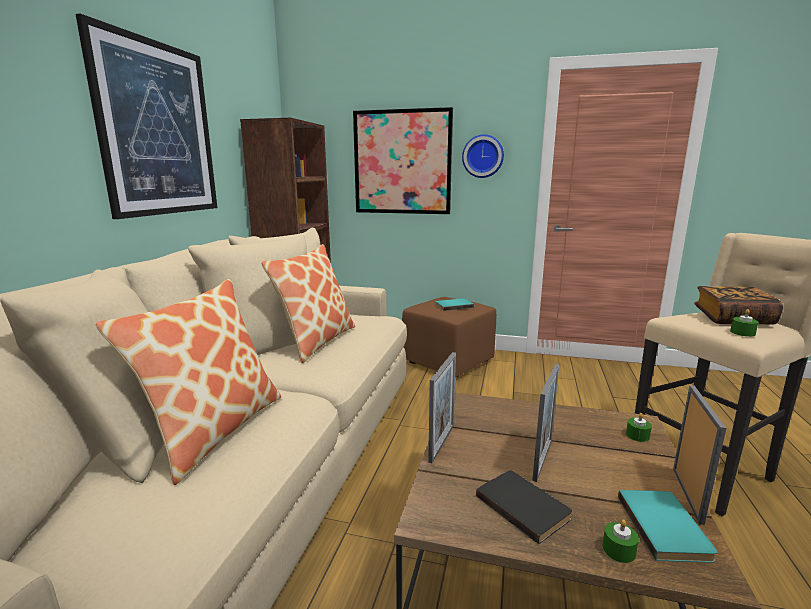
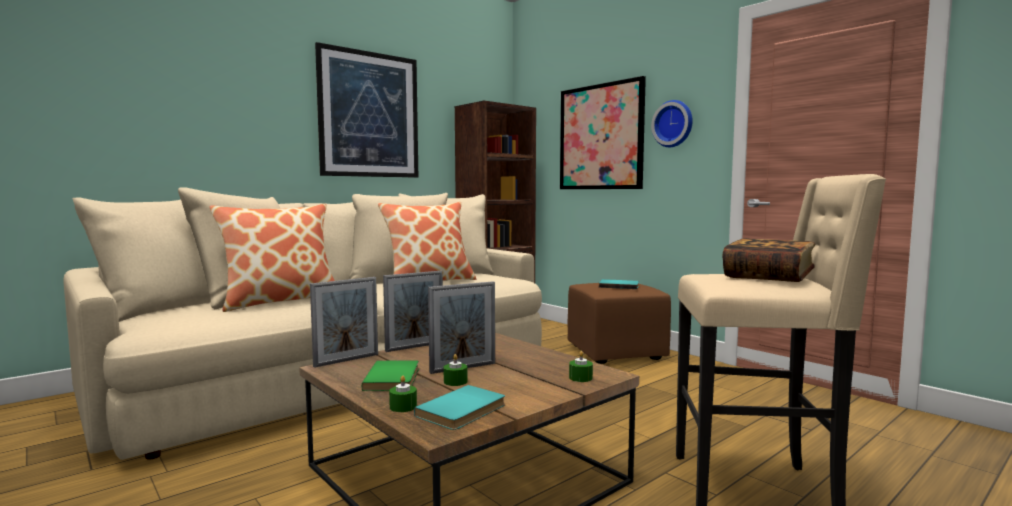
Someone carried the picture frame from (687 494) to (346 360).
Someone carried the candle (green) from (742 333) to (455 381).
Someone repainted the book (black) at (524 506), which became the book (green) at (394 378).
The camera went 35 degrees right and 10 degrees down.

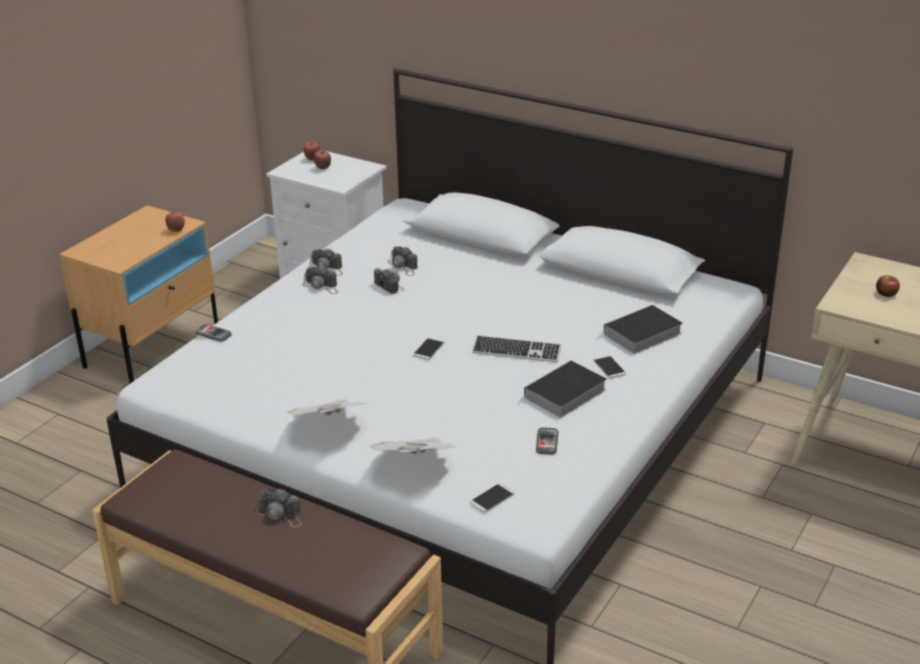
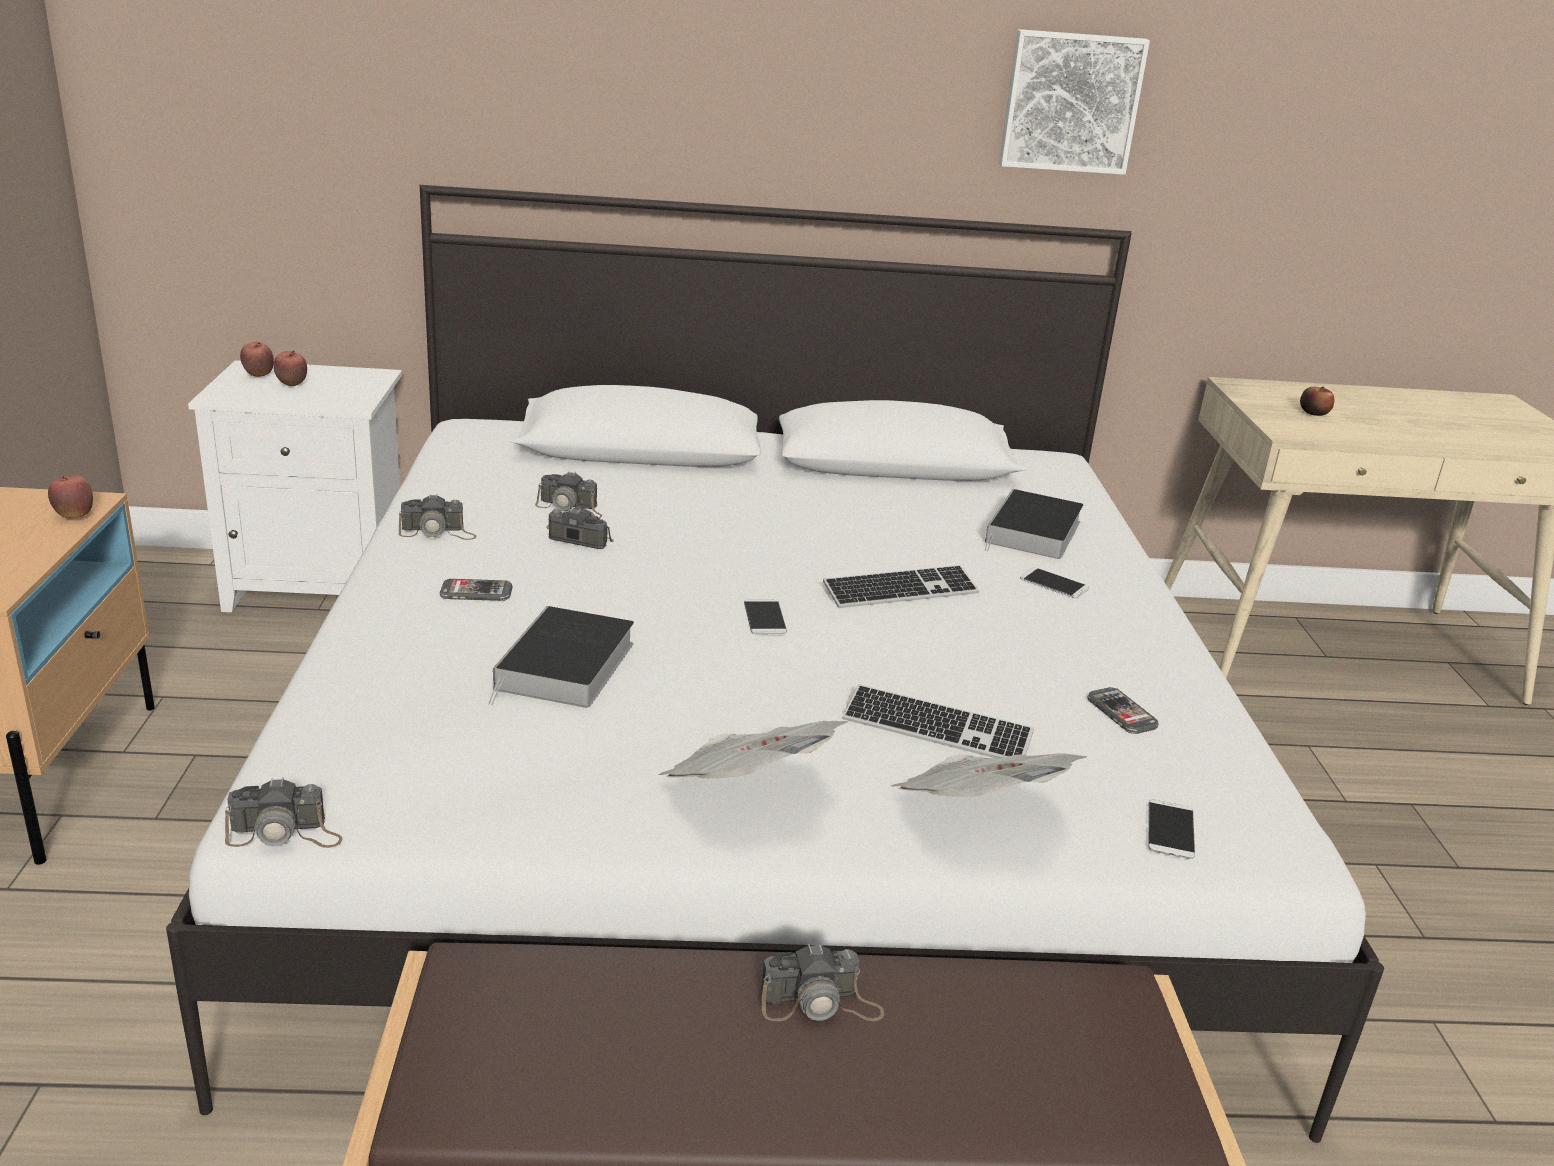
Someone put down the keyboard at (936 729).
Someone put up the picture at (1070 102).
Someone carried the phone from (213 334) to (476 592).
Someone carried the photo camera from (322 286) to (285 833).
Someone carried the book from (564 394) to (565 668).
The camera went 35 degrees left and 5 degrees down.

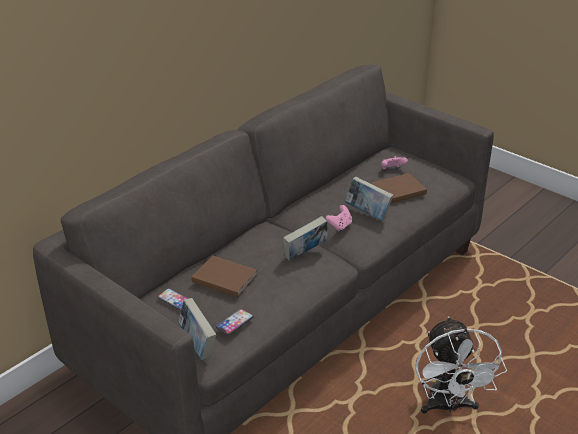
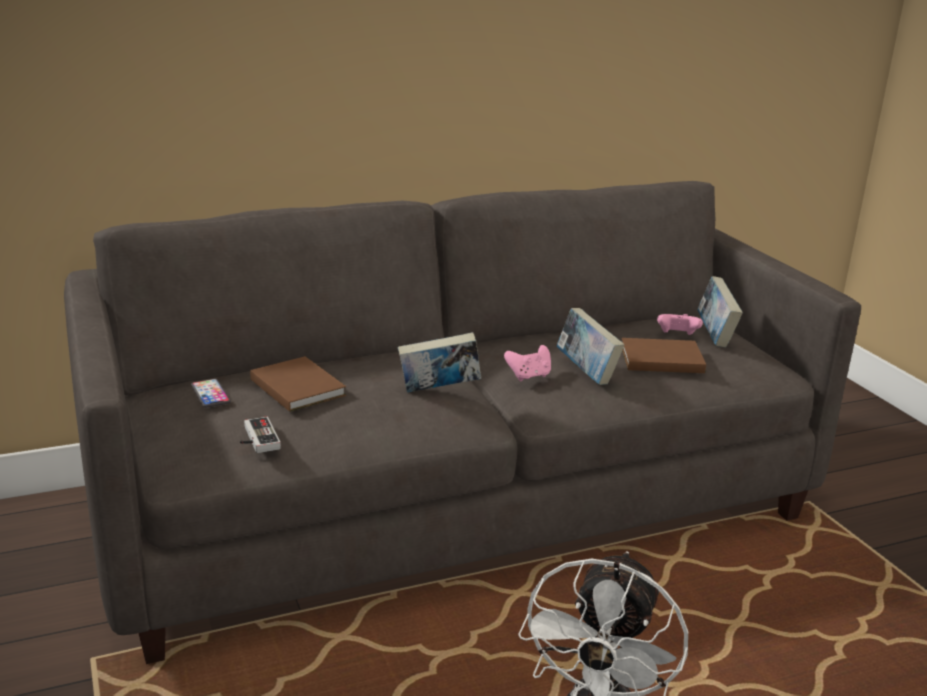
Someone carried the book from (198 345) to (715 336).
Someone swapped the phone at (235 322) for the game controller at (256 439).
The camera went 25 degrees right and 10 degrees down.

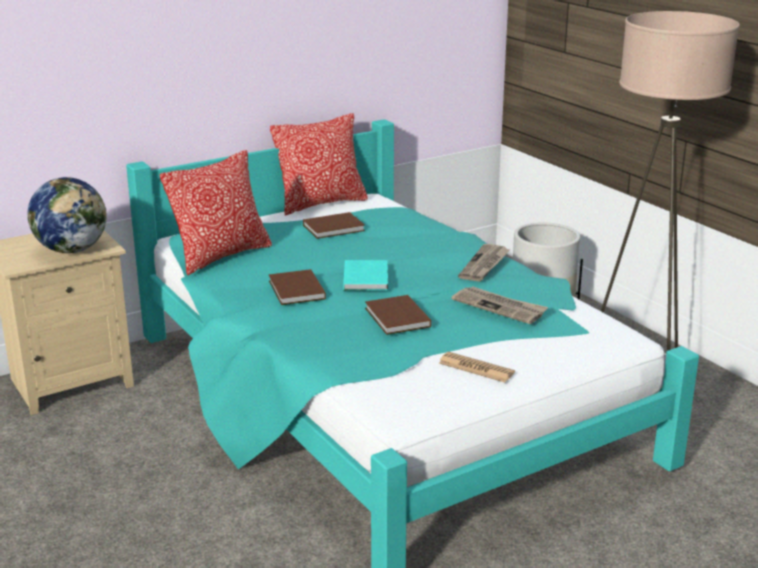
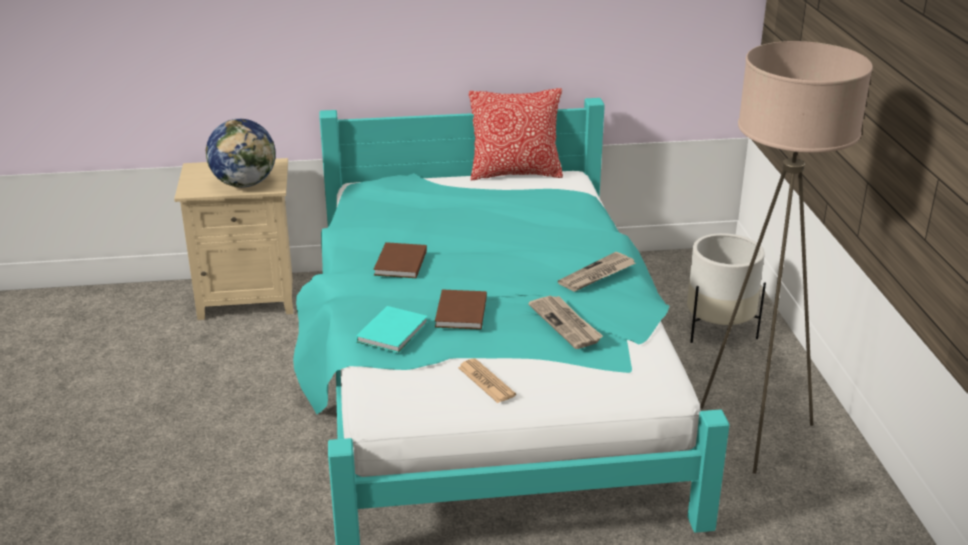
Someone took away the pillow at (221 256).
Someone took away the book (brown) at (335 228).
Someone carried the book (turquoise) from (366 277) to (394 331).
The camera went 25 degrees right and 5 degrees up.

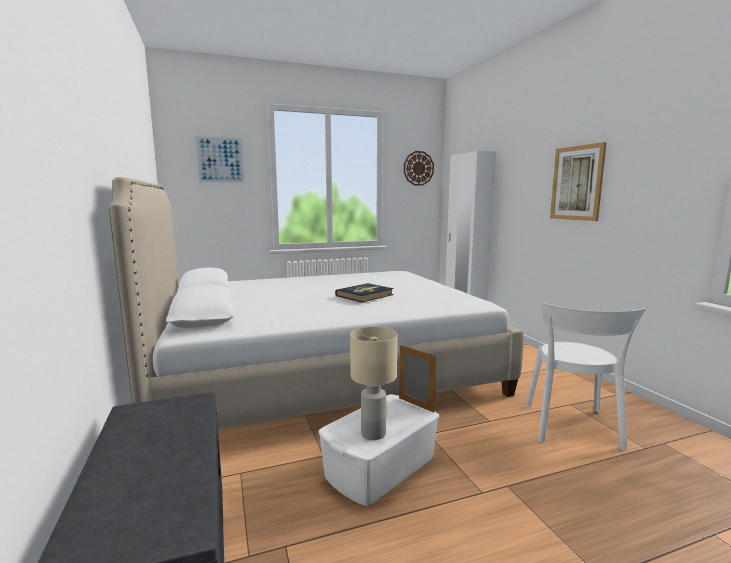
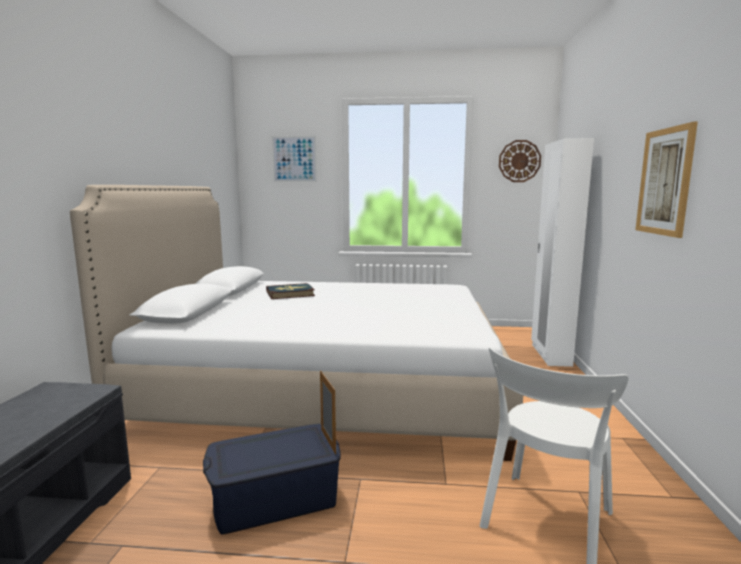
Someone took away the table lamp (beige) at (372 433).
Someone carried the book from (365 295) to (290 293).
Someone repainted the storage box (white) at (379 467), which became the storage box (blue) at (274 499).
The camera went 25 degrees right and 0 degrees up.

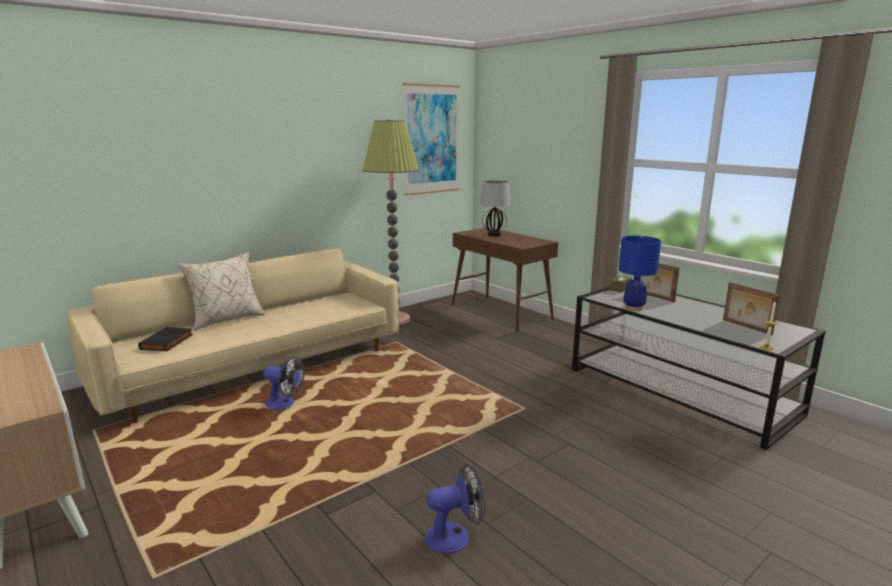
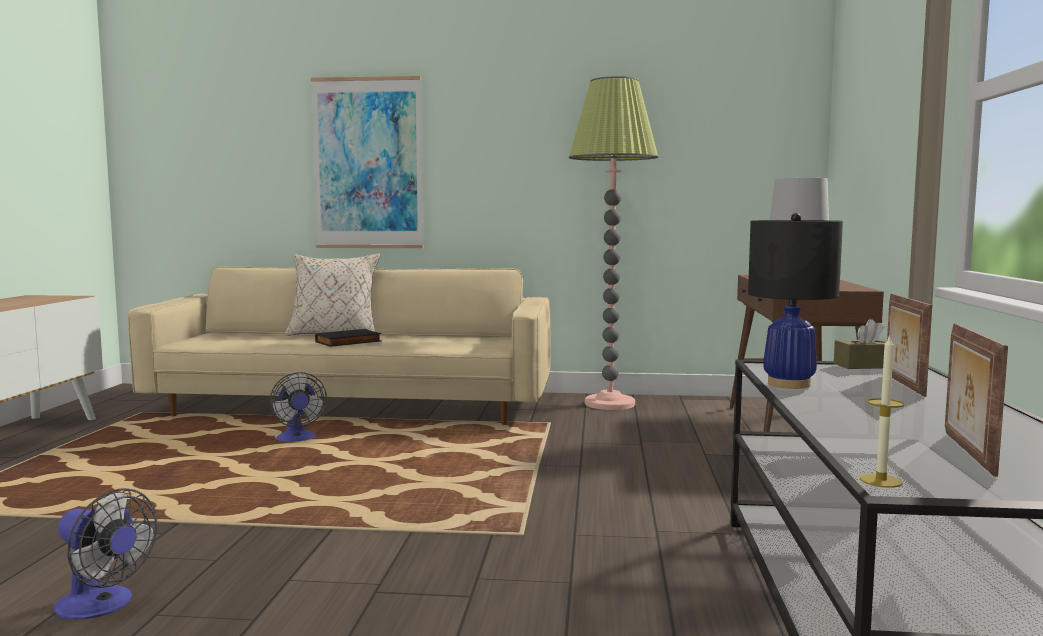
Someone carried the book (black) from (168 342) to (348 342).
Someone carried the picture from (431 139) to (368 163).
Someone repainted the table lamp (blue) at (634 308), which became the table lamp (black) at (788 384).
The camera went 45 degrees right and 10 degrees down.

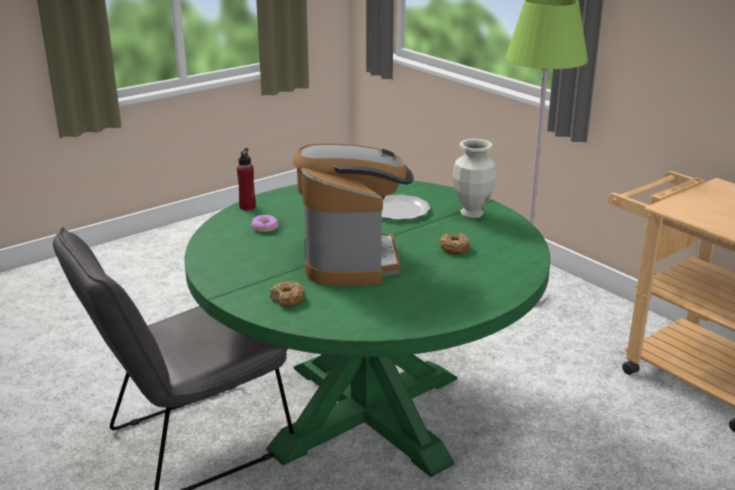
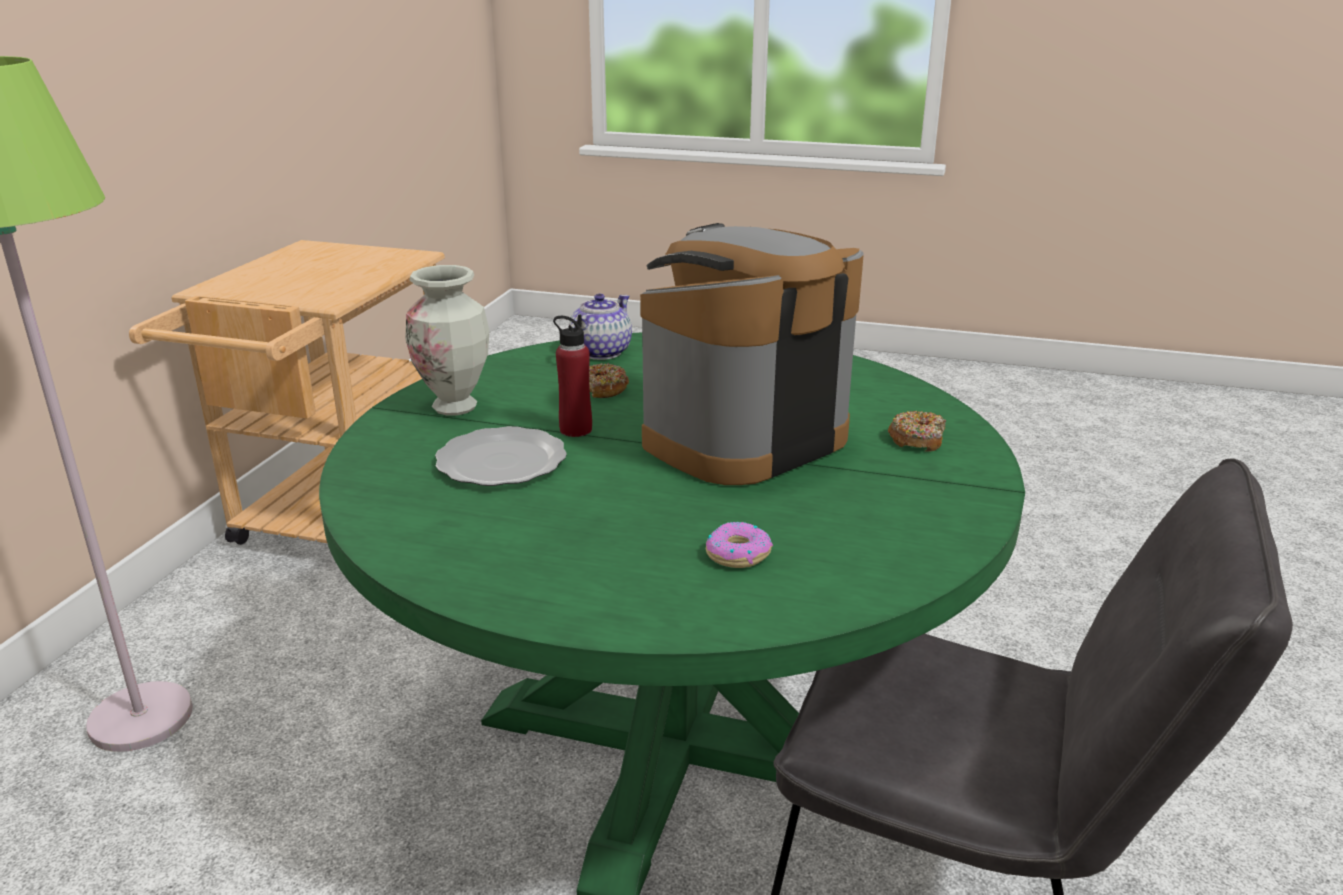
Someone put down the teapot at (599 352).
Someone carried the bottle (red) from (247 207) to (575 430).
The camera went 125 degrees left and 0 degrees up.

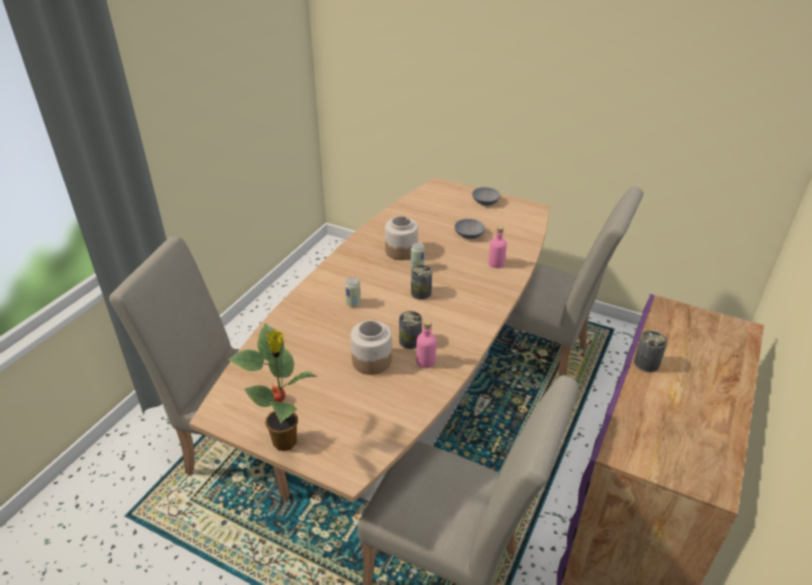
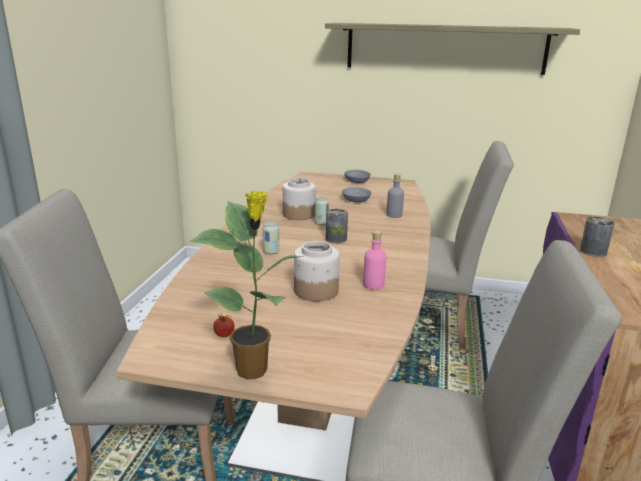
Someone took away the can at (410 341).
Someone put up the shelf at (445 48).
Someone repainted the bottle (pink) at (496 263), which became the bottle (grey) at (394 215).
The camera went 15 degrees left and 15 degrees down.

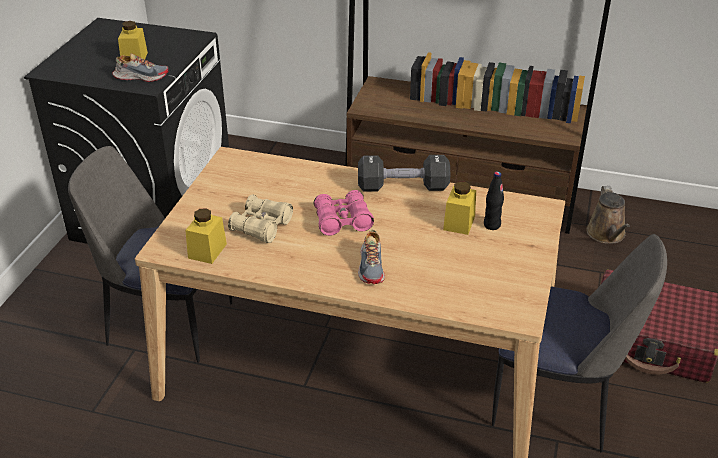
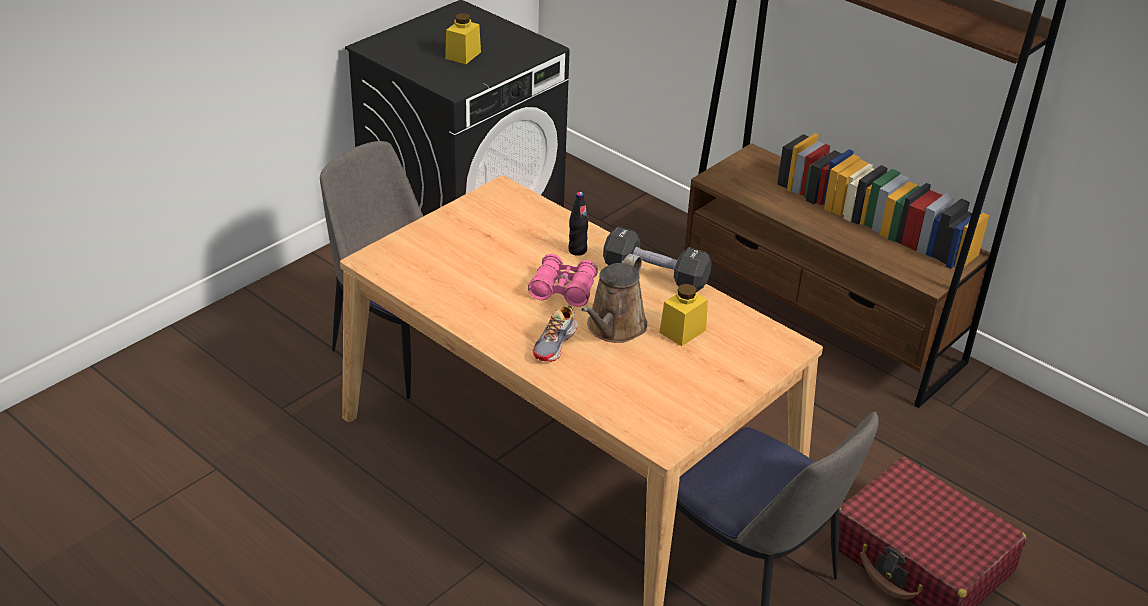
Someone took away the shoe at (141 76).
Someone took away the jar (yellow) at (207 251).
Someone took away the binoculars (beige) at (262 226).
Someone carried the bottle (black) from (492 225) to (577 250).
Someone carried the watering can (brown) from (607 235) to (614 328).
The camera went 25 degrees right and 0 degrees up.

